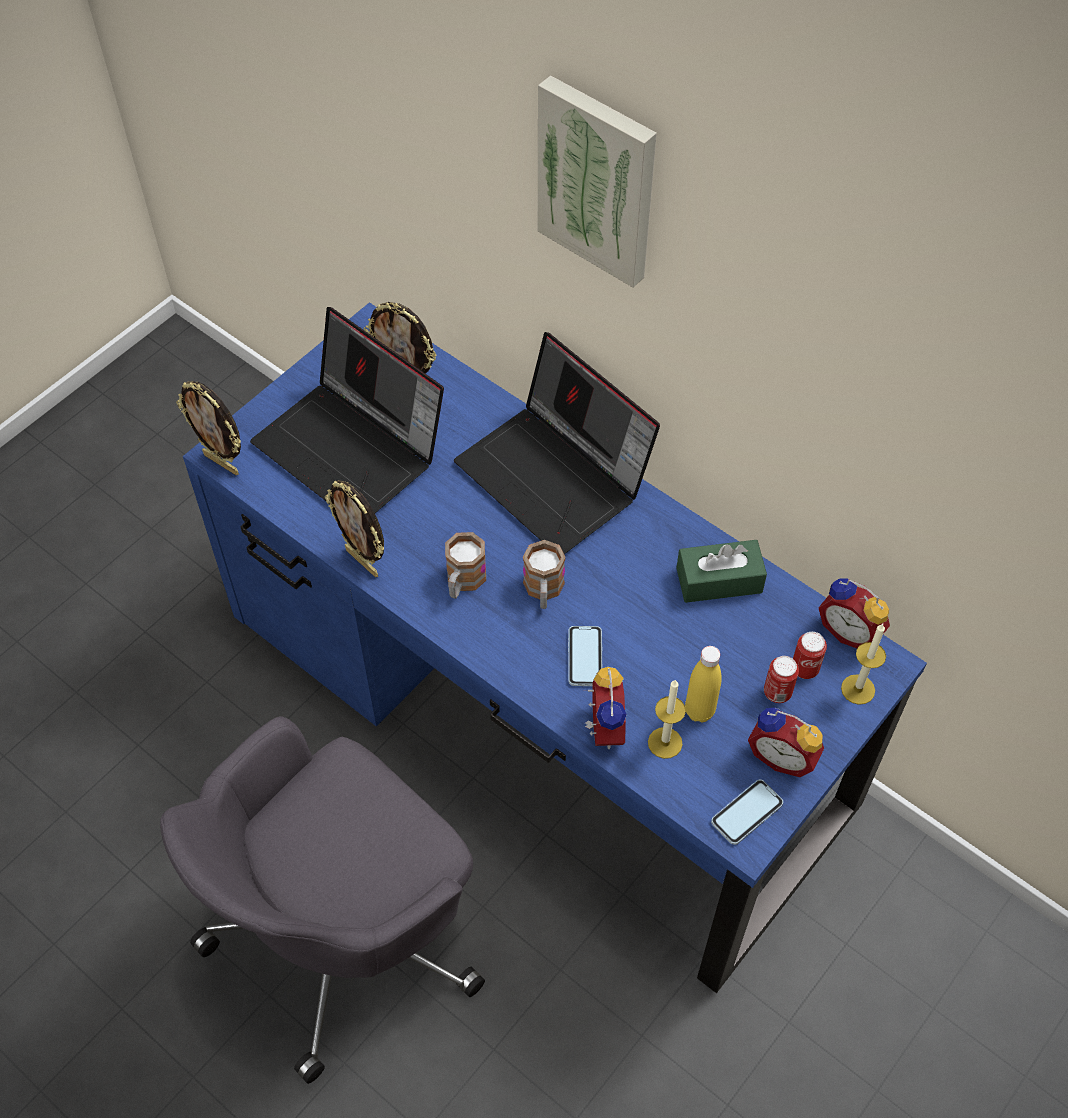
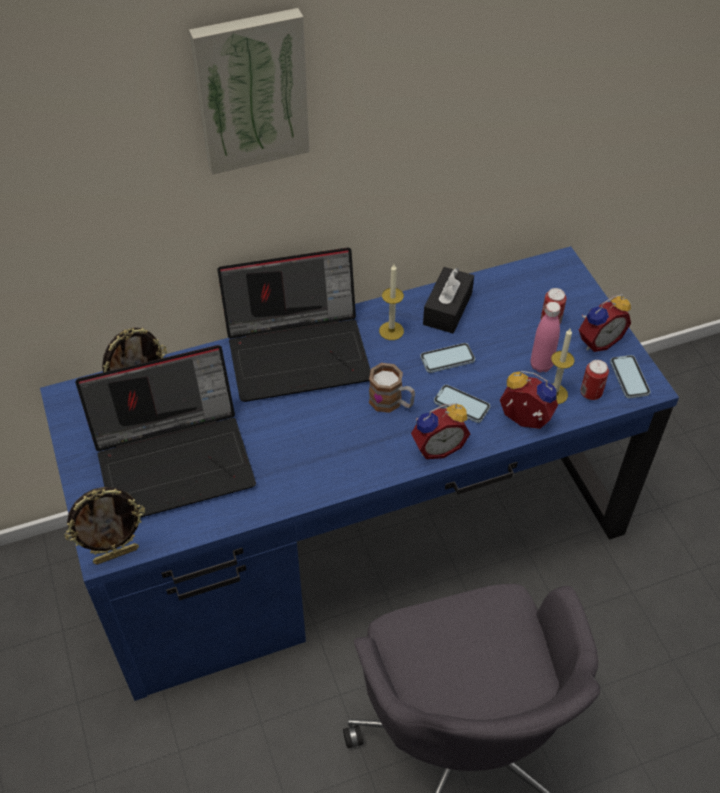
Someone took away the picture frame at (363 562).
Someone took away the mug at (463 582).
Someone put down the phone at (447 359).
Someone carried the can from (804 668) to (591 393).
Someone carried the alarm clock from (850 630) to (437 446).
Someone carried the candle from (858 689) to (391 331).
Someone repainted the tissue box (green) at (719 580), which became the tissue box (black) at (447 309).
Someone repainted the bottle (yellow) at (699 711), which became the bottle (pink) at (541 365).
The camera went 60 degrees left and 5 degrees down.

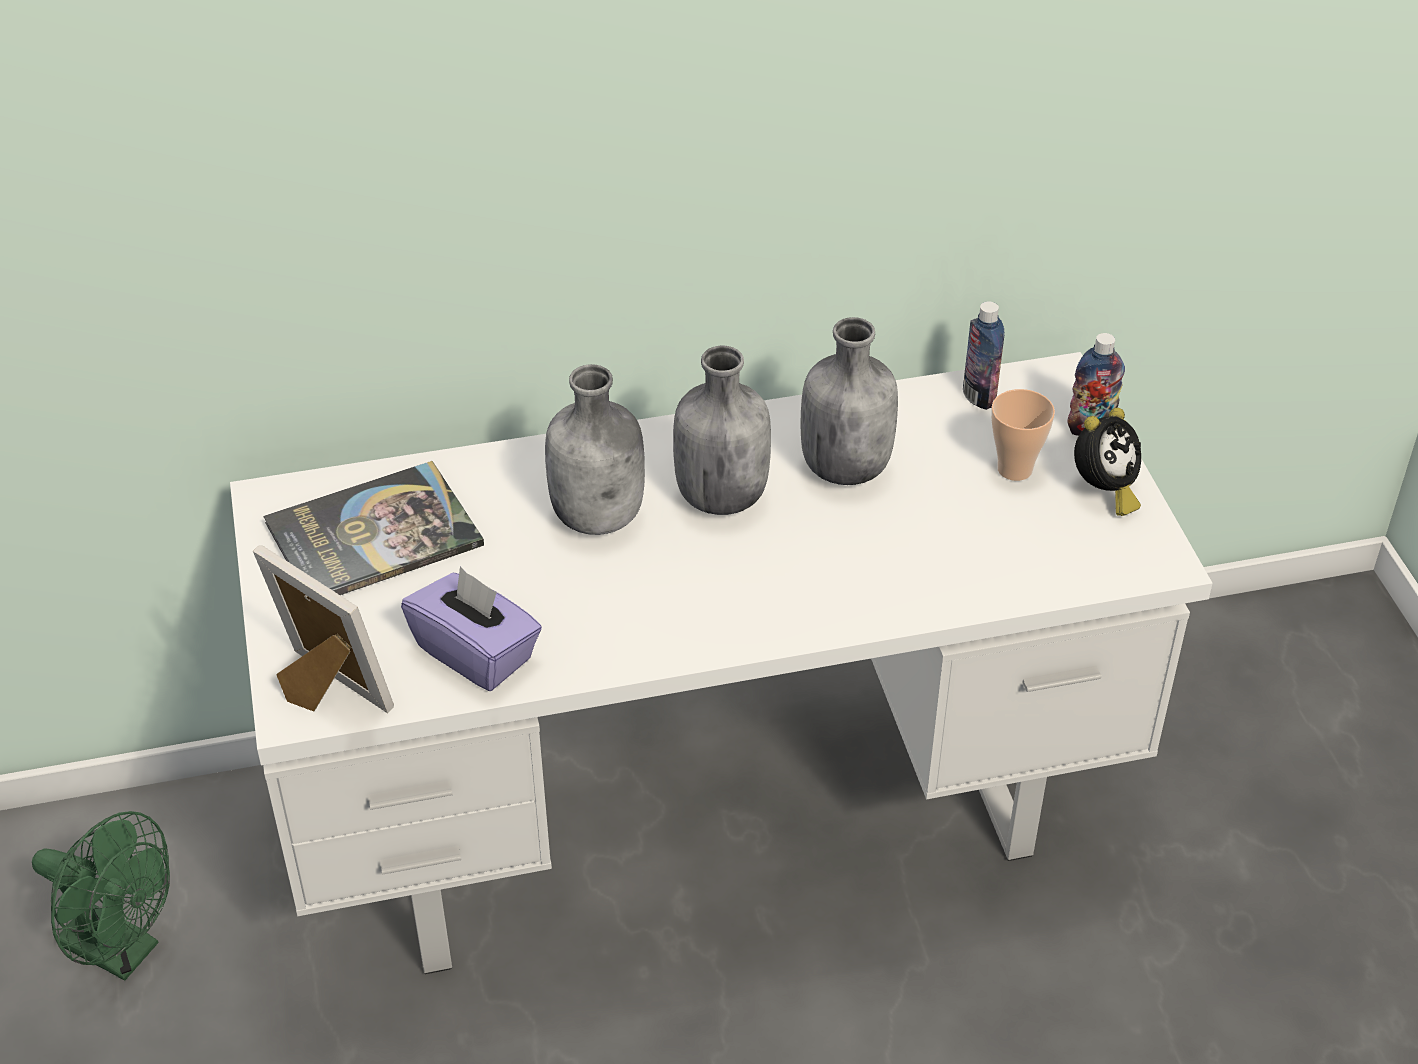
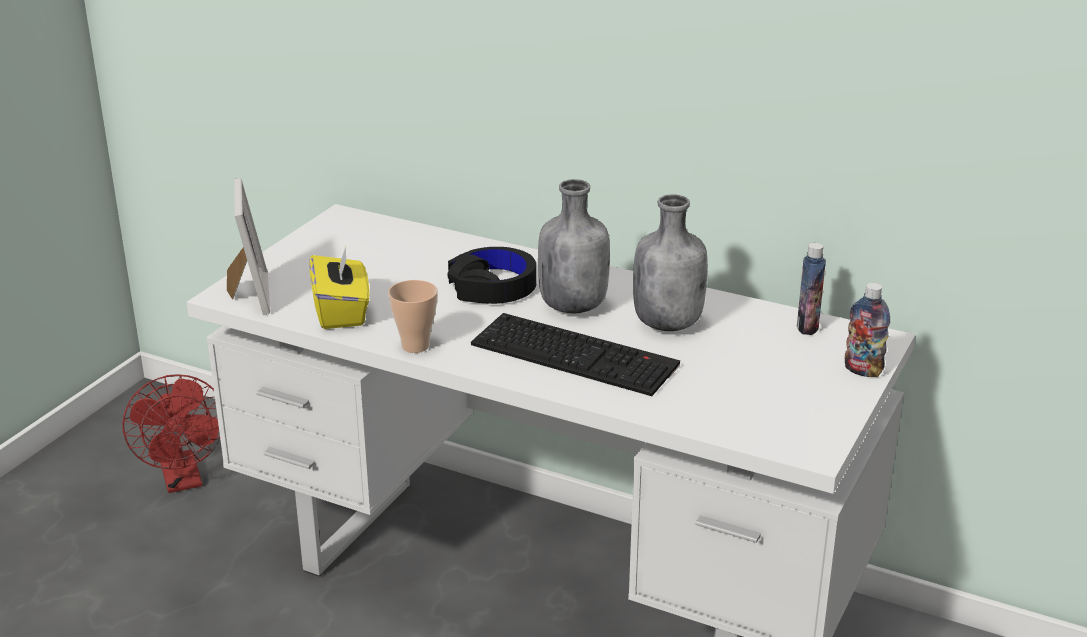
Someone took away the book at (374 535).
Someone took away the alarm clock at (1103 491).
Someone put down the keyboard at (577 354).
Someone carried the cup from (1015 469) to (415 346).
Someone swapped the bottle (grey) at (600 516) for the headphones (black) at (493 287).
Someone repainted the fan (green) at (122 950), which became the fan (red) at (183 480).
Someone repainted the tissue box (purple) at (476 653), which became the tissue box (yellow) at (341 312).
The camera went 40 degrees right and 15 degrees down.

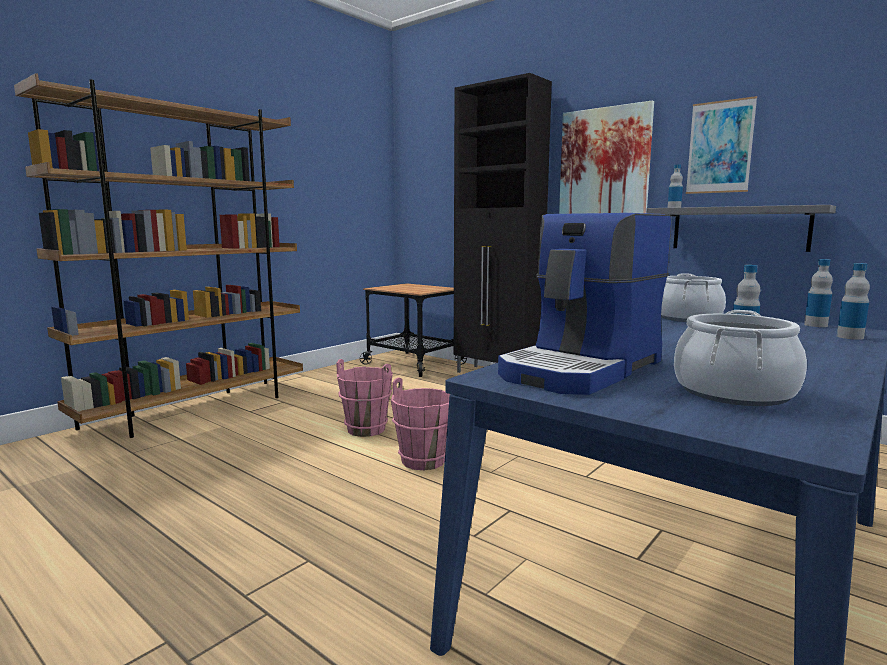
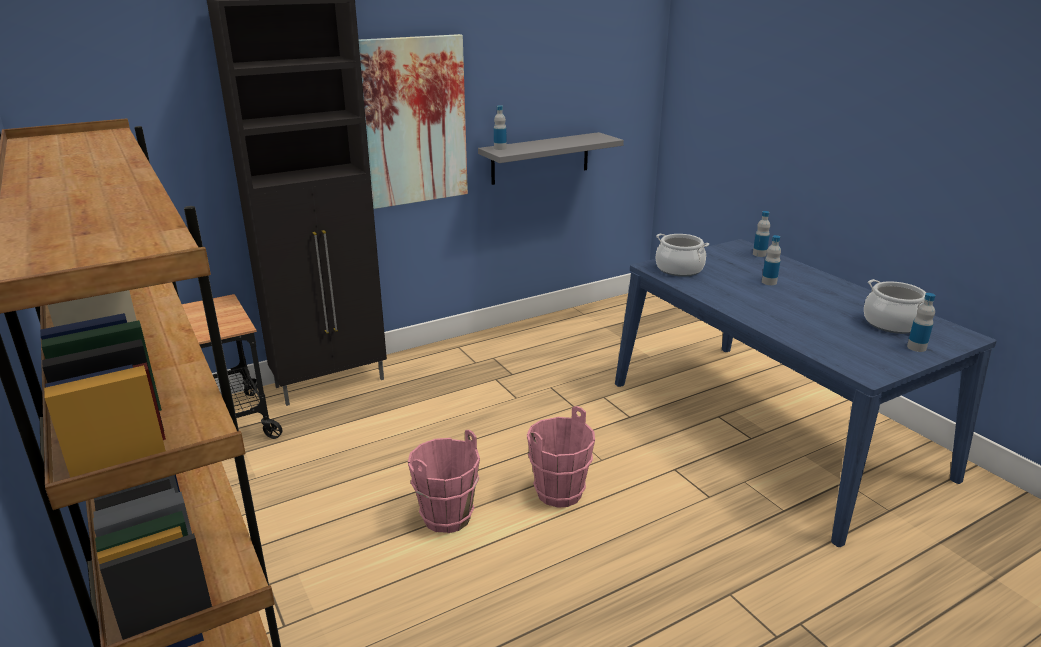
Someone took away the coffee machine at (583 369).
Someone took away the picture at (720 147).
Someone carried the bottle from (815 325) to (916 347).
The camera went 70 degrees left and 15 degrees up.

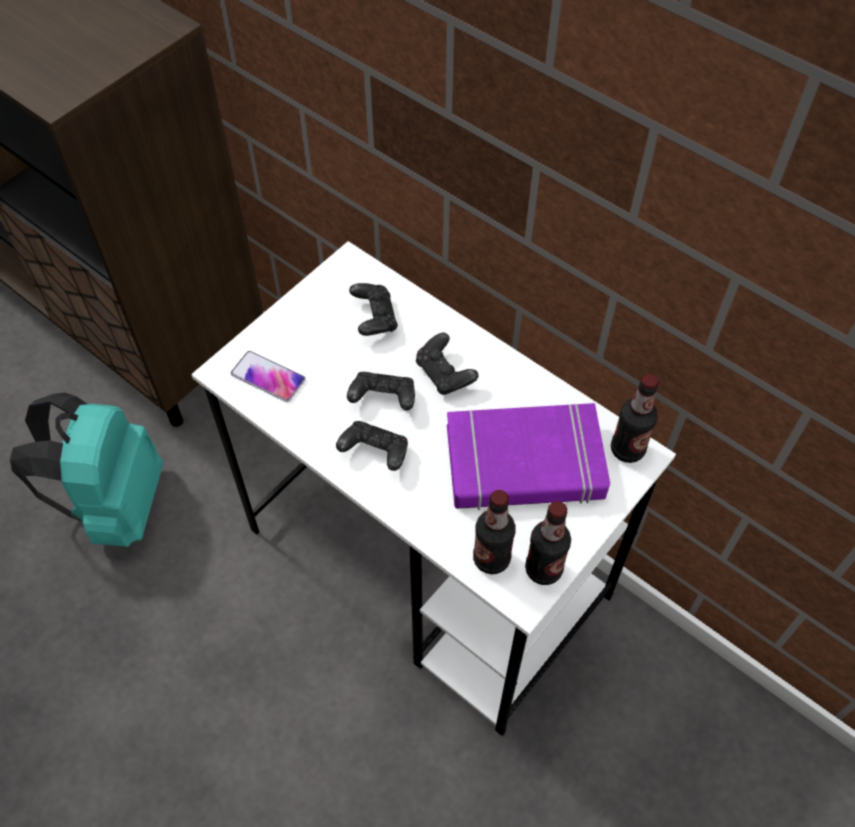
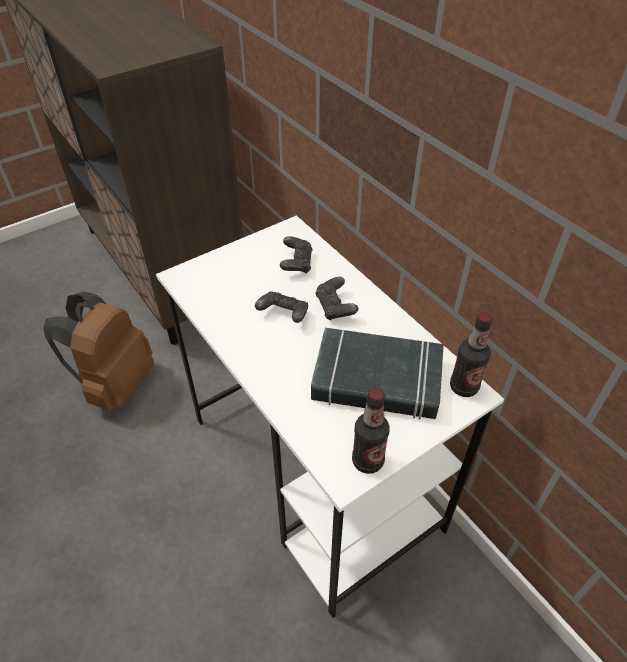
Someone took away the phone at (268 377).
Someone took away the game controller (black) at (375 453).
Someone took away the bottle at (491 559).
Someone repainted the backpack (turquoise) at (115 505), which became the backpack (brown) at (115 384).
Someone repainted the book (purple) at (524 464), which became the book (black) at (377 380).
The camera went 15 degrees right and 10 degrees down.

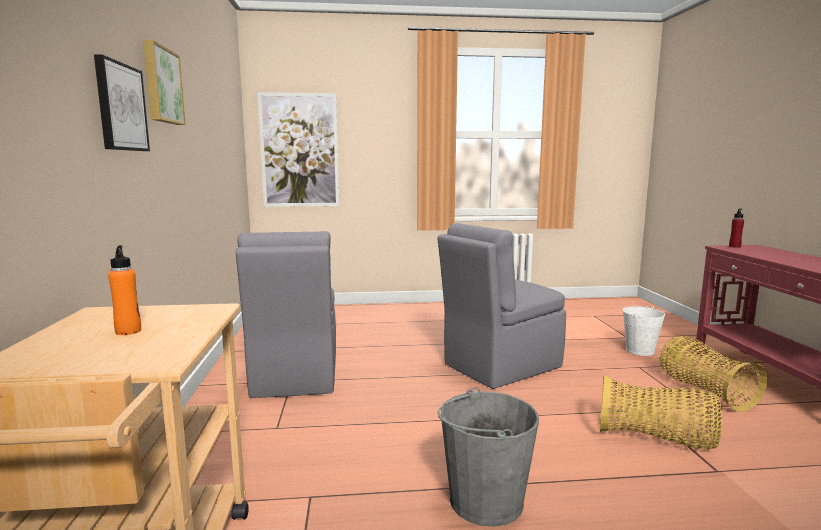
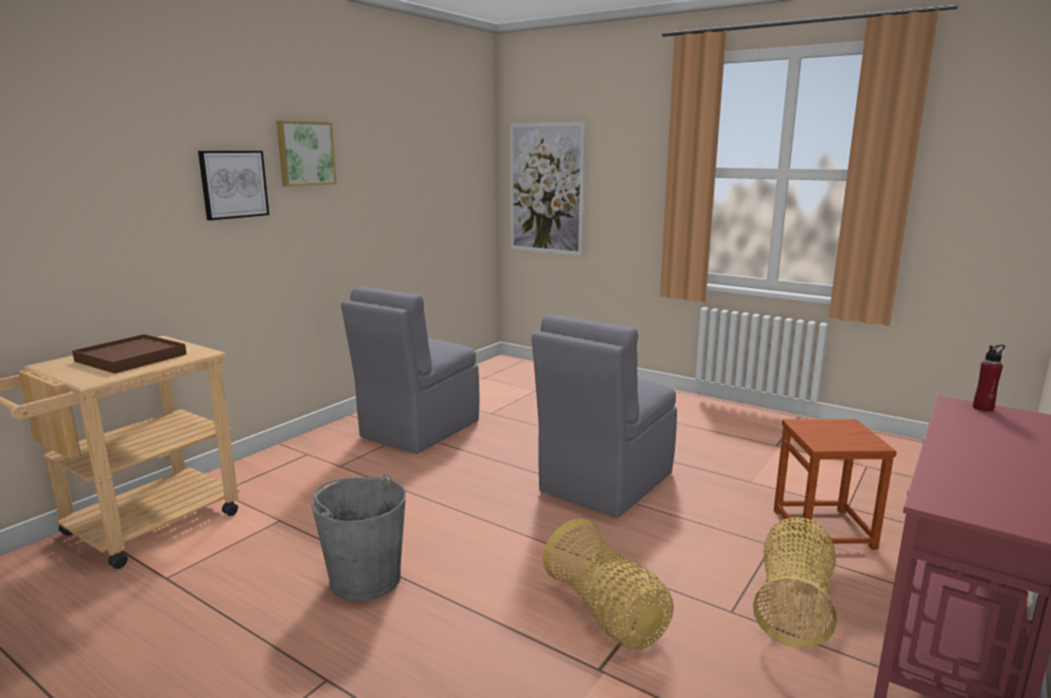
Someone swapped the bottle (orange) at (128 331) for the tray (brown) at (131 358).
Someone swapped the bucket (white) at (640 351) for the stool (brown) at (824 529).
Someone rotated the chair (grey) at (499 366) by 60 degrees counterclockwise.
The camera went 40 degrees right and 5 degrees up.

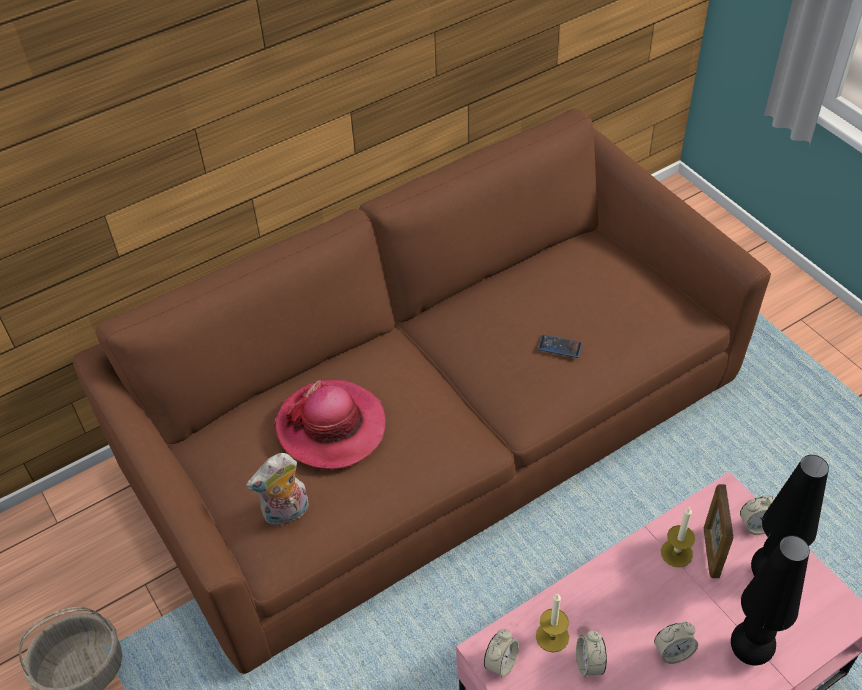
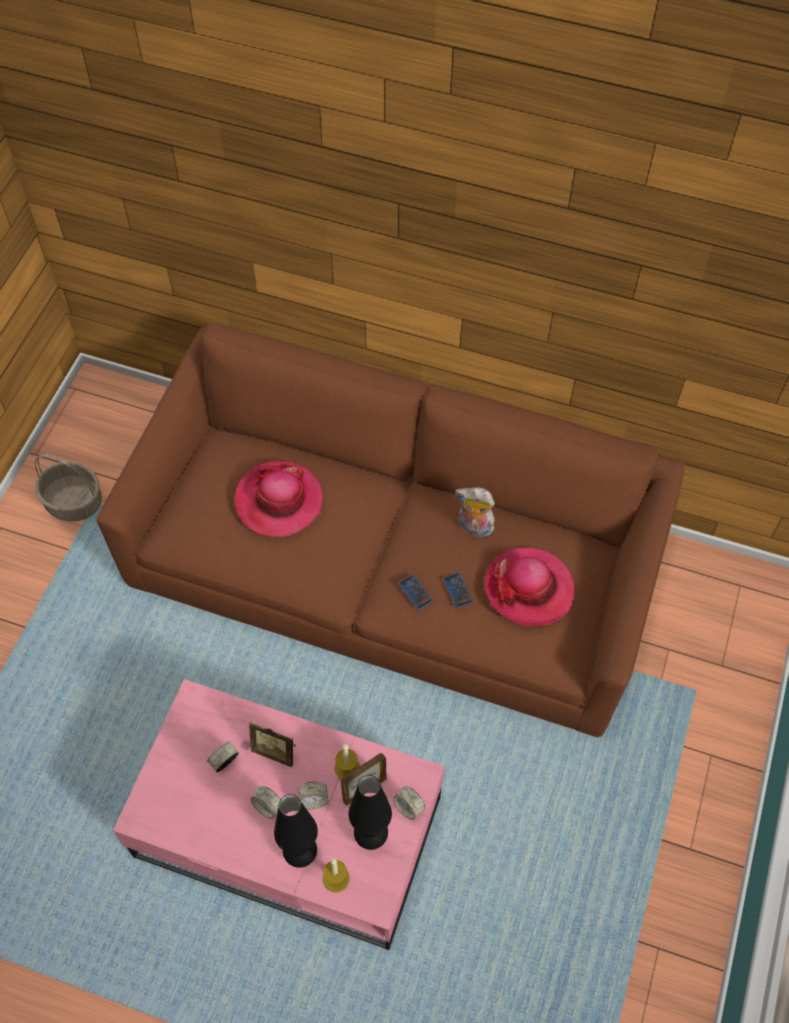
Someone put down the picture frame at (276 750).
Someone put down the phone at (415 592).
Someone put down the hat at (529 589).
Someone carried the plush toy from (286 513) to (473 527).
Someone carried the alarm clock from (501 663) to (314 800).
Someone carried the candle from (552 636) to (336 878).
The camera went 50 degrees right and 10 degrees up.

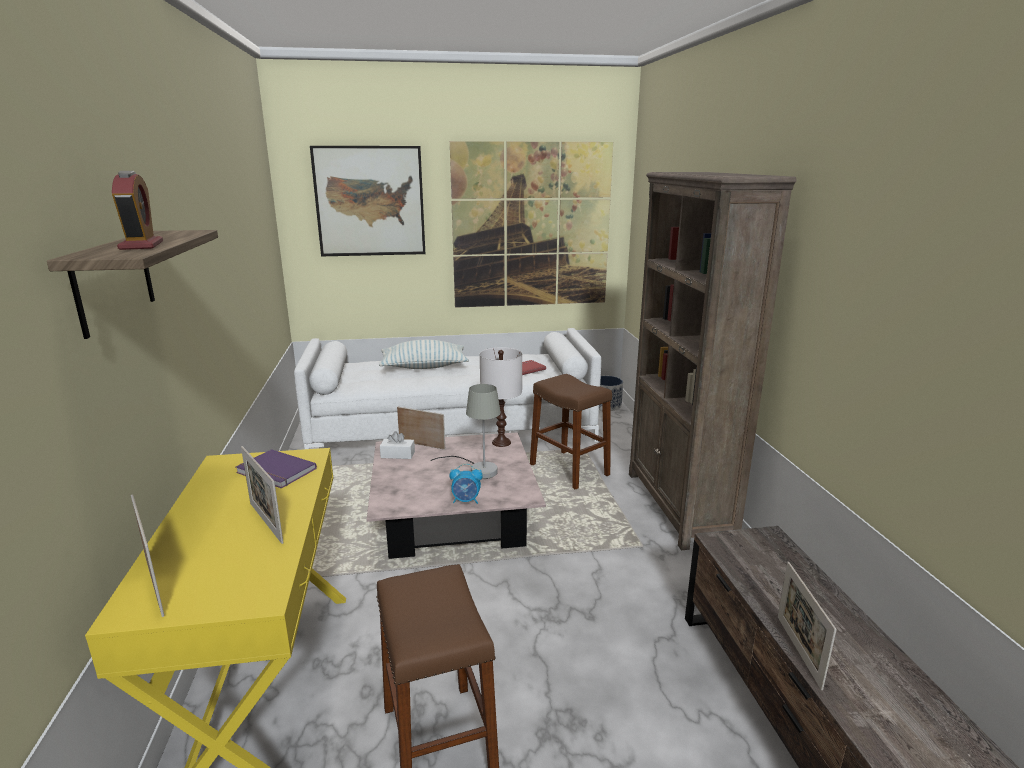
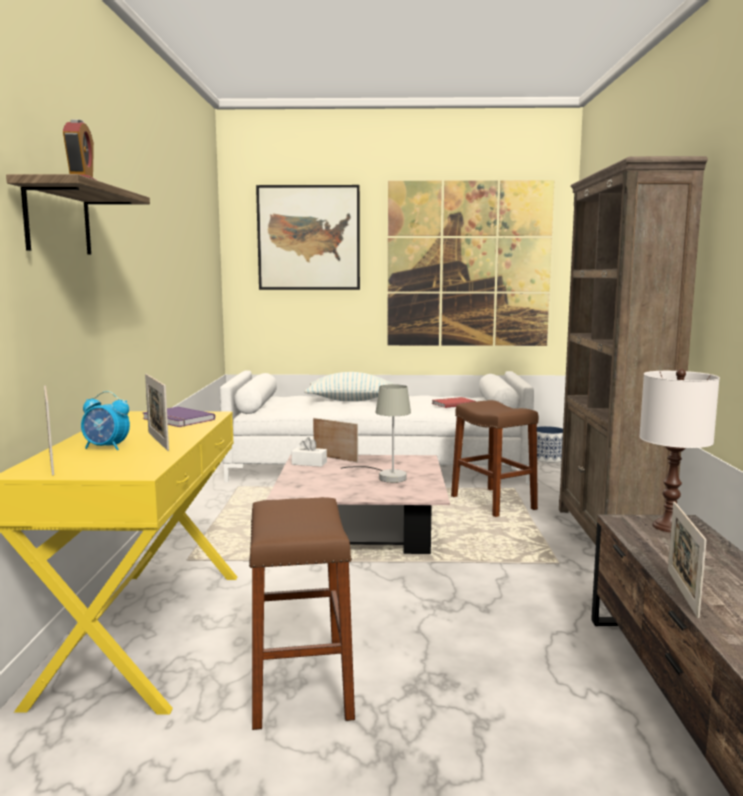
Someone carried the alarm clock from (466 501) to (106 448).
Someone carried the table lamp (white) from (501 442) to (668 526).
The camera went 10 degrees right and 10 degrees down.

